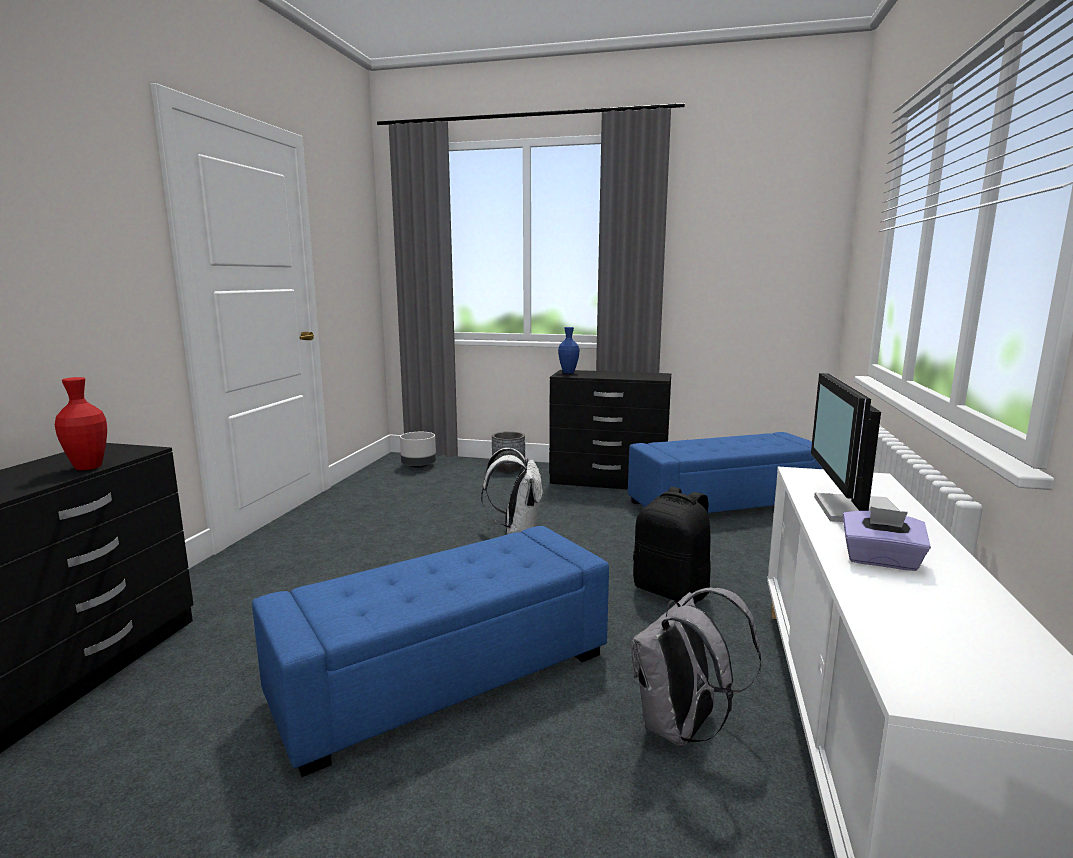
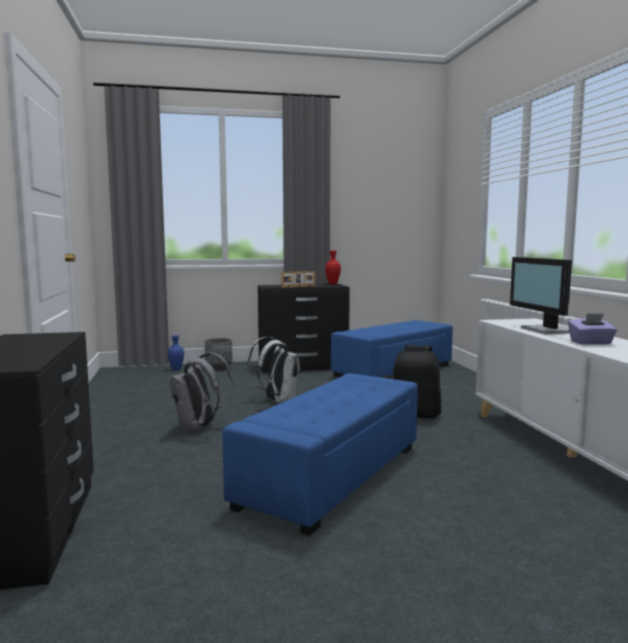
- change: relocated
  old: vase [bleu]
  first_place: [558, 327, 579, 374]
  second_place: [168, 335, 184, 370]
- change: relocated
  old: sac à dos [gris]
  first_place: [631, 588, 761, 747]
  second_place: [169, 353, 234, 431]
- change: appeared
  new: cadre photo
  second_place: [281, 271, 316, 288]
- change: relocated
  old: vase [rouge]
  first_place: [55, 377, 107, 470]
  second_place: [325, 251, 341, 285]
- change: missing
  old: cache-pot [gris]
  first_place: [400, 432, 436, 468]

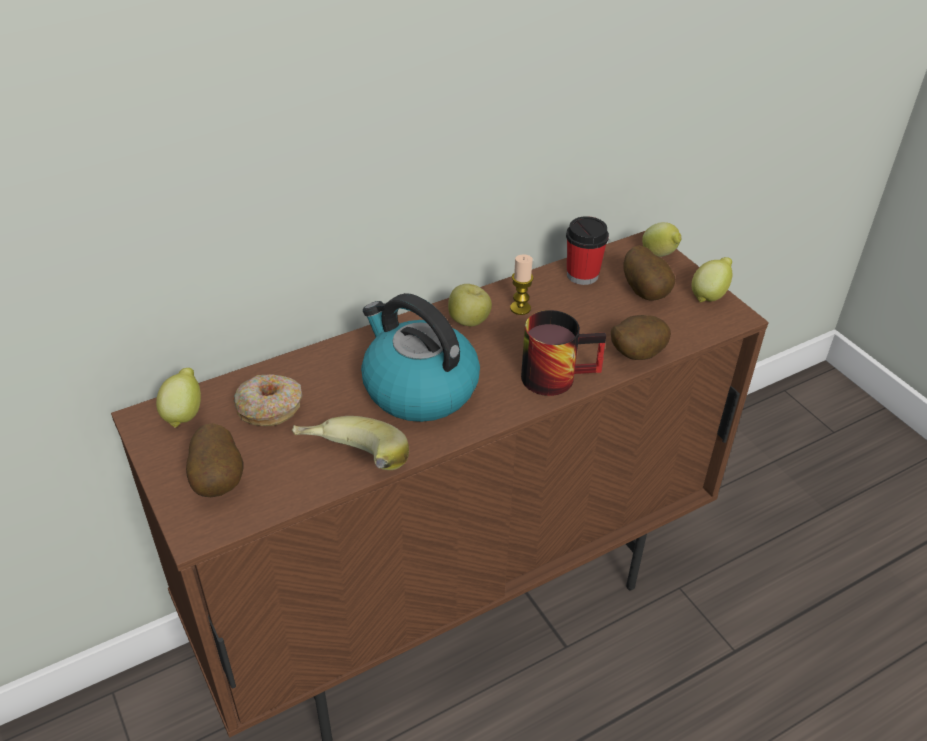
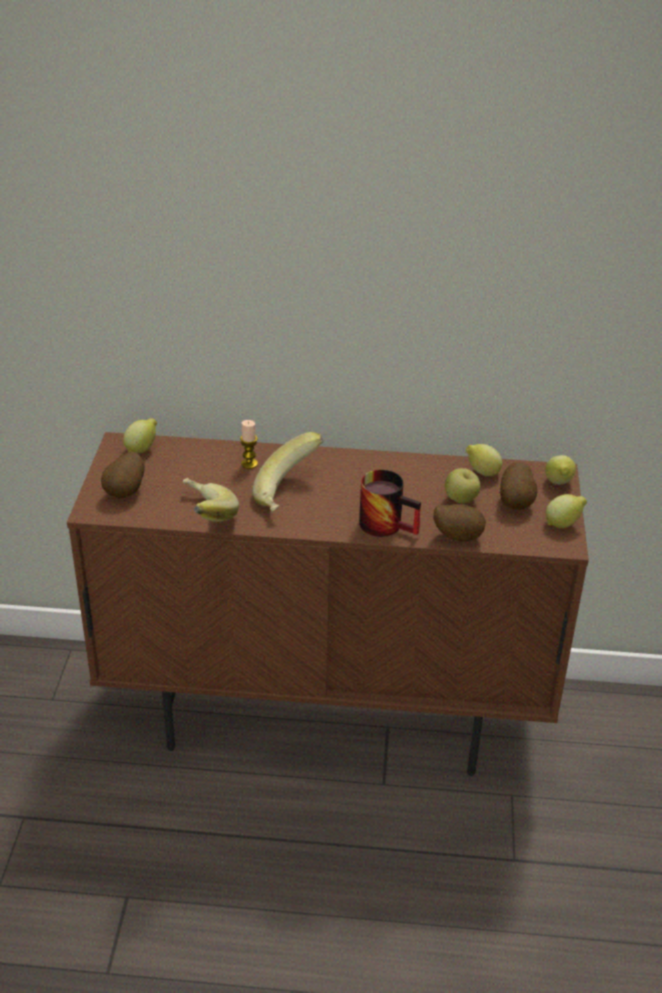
- change: relocated
  old: bougie
  first_place: [510, 255, 534, 315]
  second_place: [240, 420, 258, 469]
- change: exchanged
  old: bouilloire
  new: banane
  first_place: [361, 293, 480, 422]
  second_place: [252, 432, 323, 512]
- change: relocated
  old: pomme
  first_place: [448, 284, 492, 326]
  second_place: [445, 468, 480, 503]
- change: exchanged
  old: tasse
  new: citron
  first_place: [566, 216, 609, 285]
  second_place: [466, 444, 502, 477]
- change: missing
  old: beignet
  first_place: [233, 375, 302, 426]

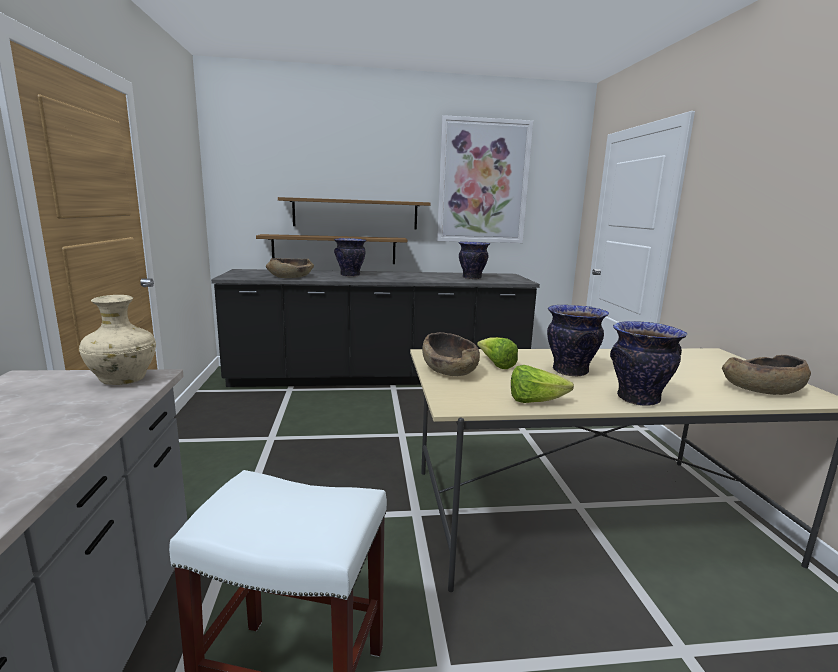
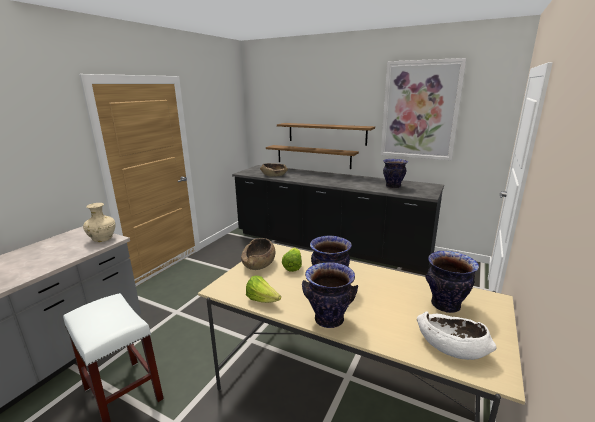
- change: colour
  old: bol [marron]
  new: bol [blanc]
  first_place: [722, 355, 811, 395]
  second_place: [417, 311, 497, 360]
- change: relocated
  old: vase
  first_place: [334, 238, 367, 277]
  second_place: [425, 251, 479, 313]

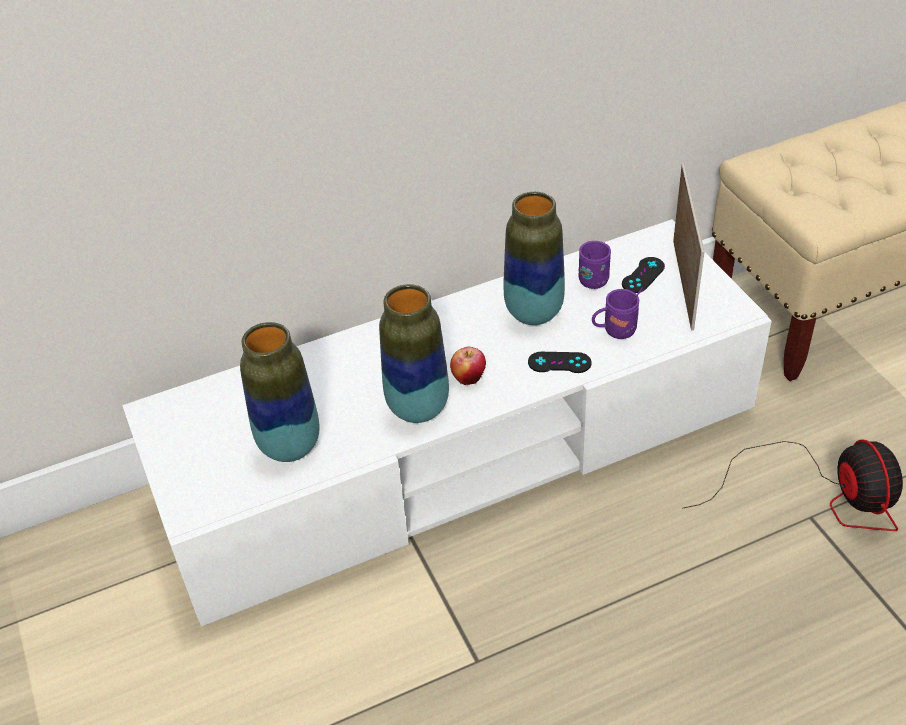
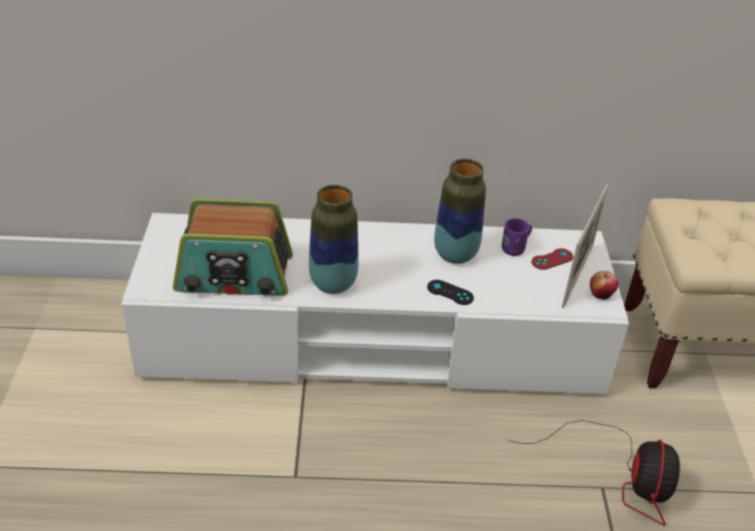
- change: exchanged
  old: vase
  new: radio
  first_place: [240, 322, 320, 462]
  second_place: [173, 199, 293, 296]
- change: colour
  old: manette [noir]
  new: manette [rouge]
  first_place: [622, 257, 665, 293]
  second_place: [531, 248, 573, 270]
- change: relocated
  old: pomme
  first_place: [450, 347, 486, 385]
  second_place: [590, 271, 618, 300]
- change: missing
  old: mug [violet]
  first_place: [592, 288, 643, 339]

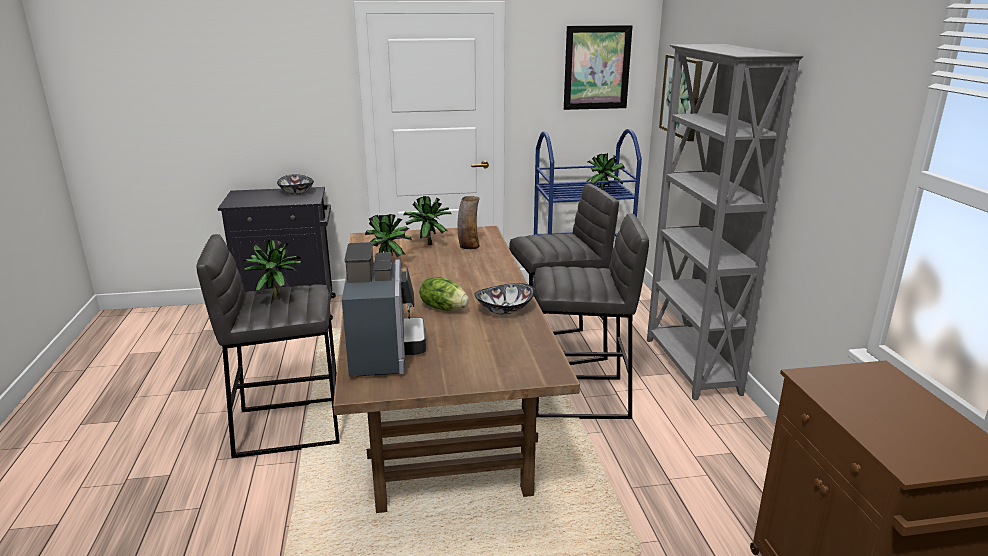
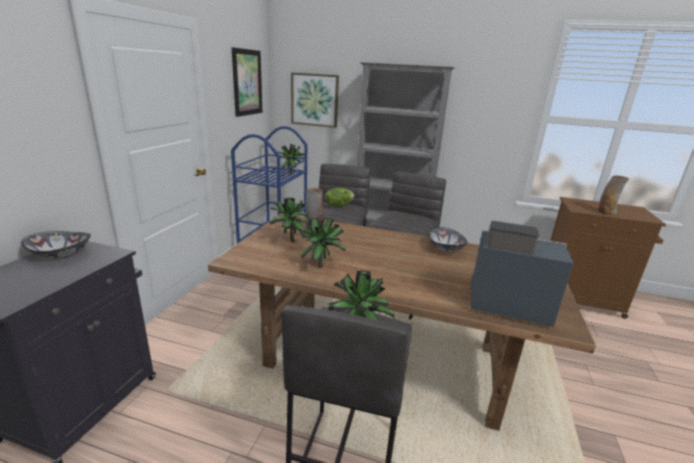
- change: relocated
  old: laitue
  first_place: [419, 277, 469, 311]
  second_place: [325, 188, 354, 207]
- change: appeared
  new: vase
  second_place: [598, 176, 629, 215]

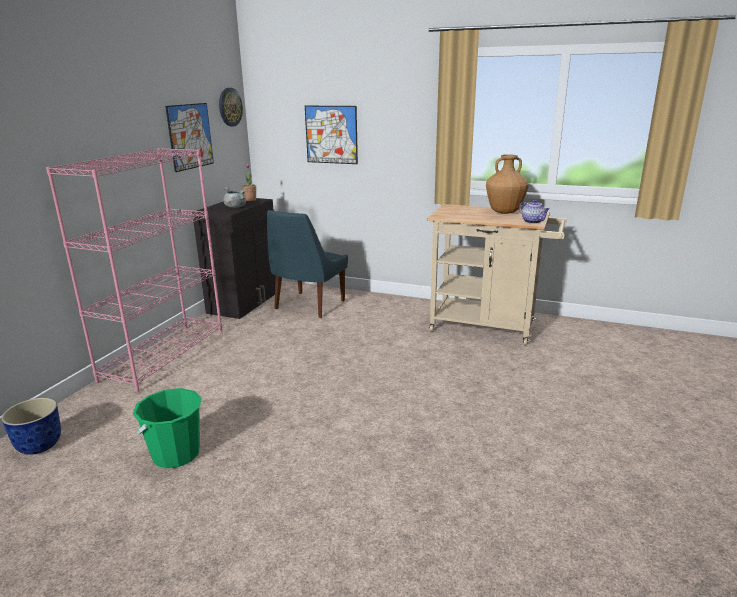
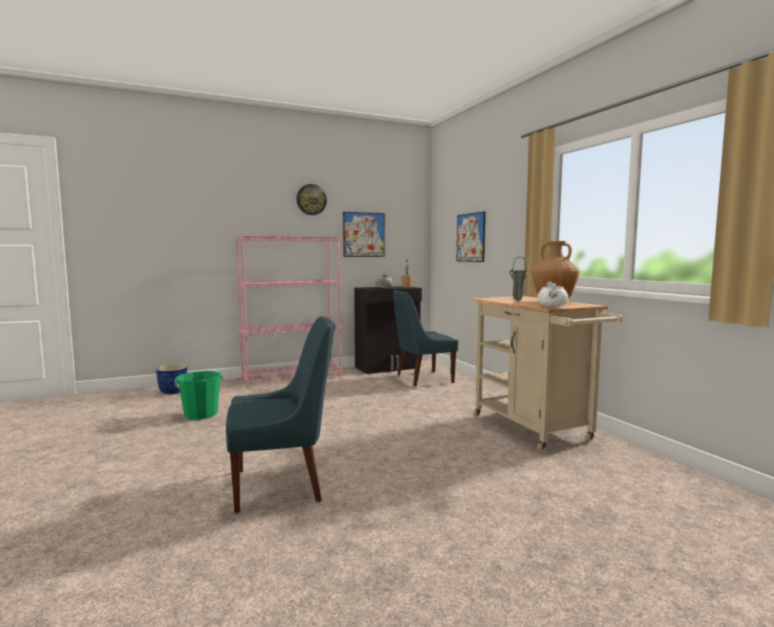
- change: appeared
  new: chaise [bleu]
  second_place: [226, 316, 335, 513]
- change: relocated
  old: horloge murale
  first_place: [219, 88, 243, 126]
  second_place: [296, 184, 327, 215]
- change: appeared
  new: vase [vert]
  second_place: [509, 257, 527, 301]
- change: exchanged
  old: théière
  new: marmite [blanc]
  first_place: [519, 200, 549, 224]
  second_place: [537, 281, 568, 307]

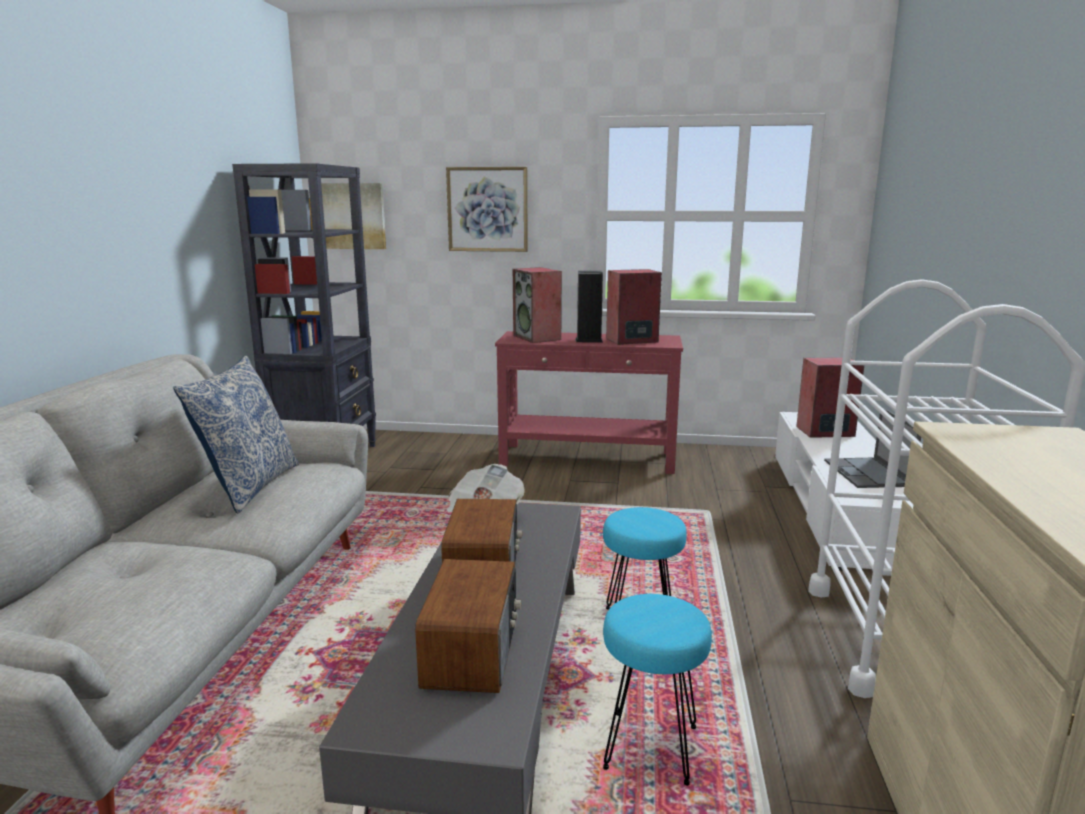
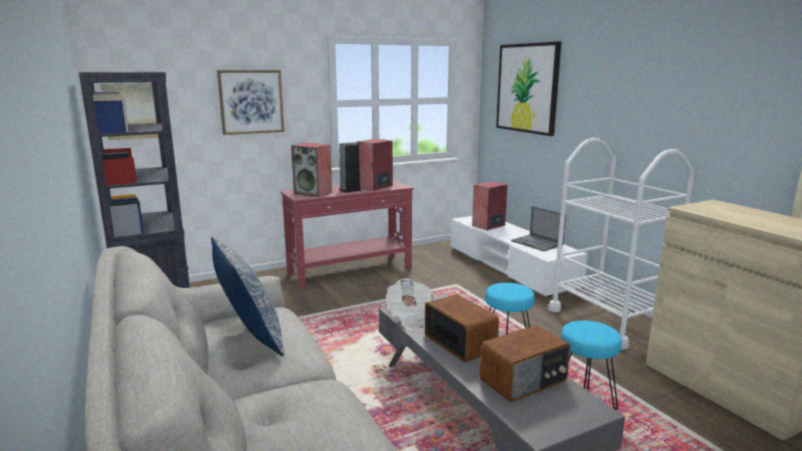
- change: spun
  old: radio
  first_place: [415, 559, 521, 693]
  second_place: [480, 325, 570, 402]
  degrees: 90
- change: appeared
  new: tableau
  second_place: [496, 42, 561, 136]

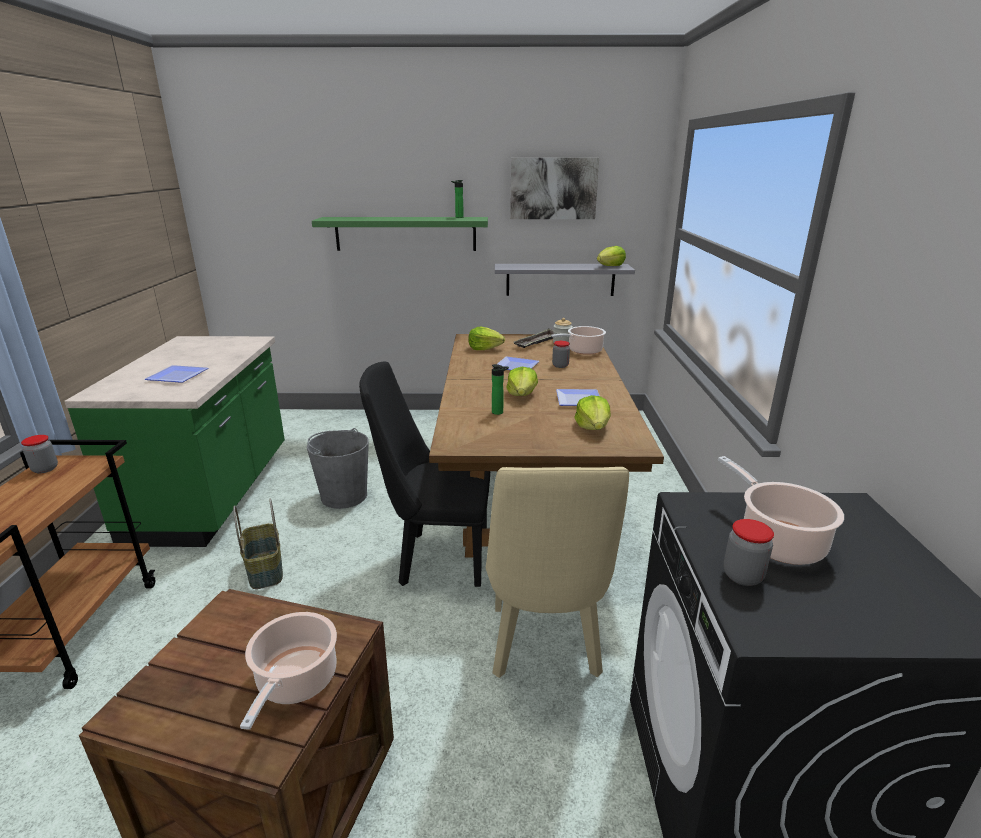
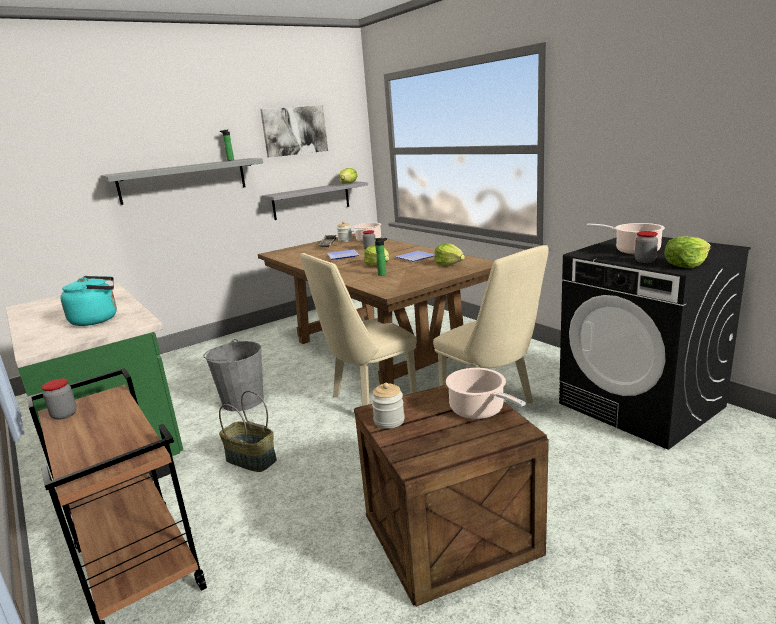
- change: exchanged
  old: assiette
  new: bouilloire [turquoise]
  first_place: [145, 365, 208, 383]
  second_place: [60, 276, 117, 326]
- change: colour
  old: étagère [vert]
  new: étagère [gris]
  first_place: [312, 217, 488, 251]
  second_place: [101, 158, 263, 205]
- change: colour
  old: chaise [noir]
  new: chaise [beige]
  first_place: [359, 362, 490, 587]
  second_place: [300, 253, 417, 406]
- change: appeared
  new: bocal
  second_place: [371, 383, 405, 429]
- change: relocated
  old: laitue
  first_place: [468, 327, 505, 350]
  second_place: [664, 237, 711, 268]

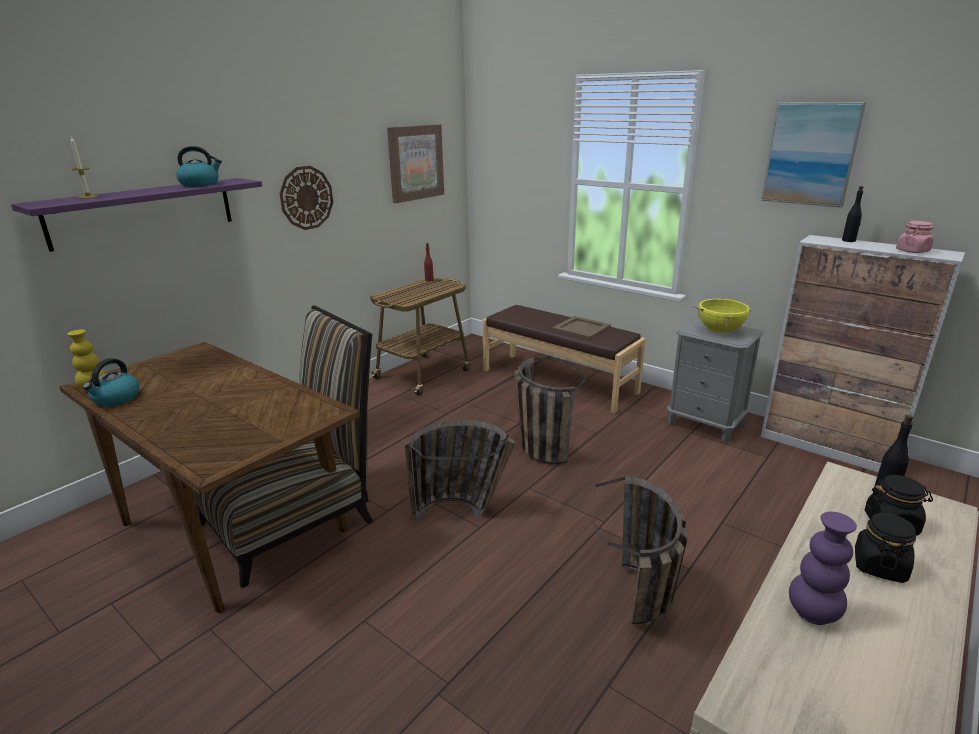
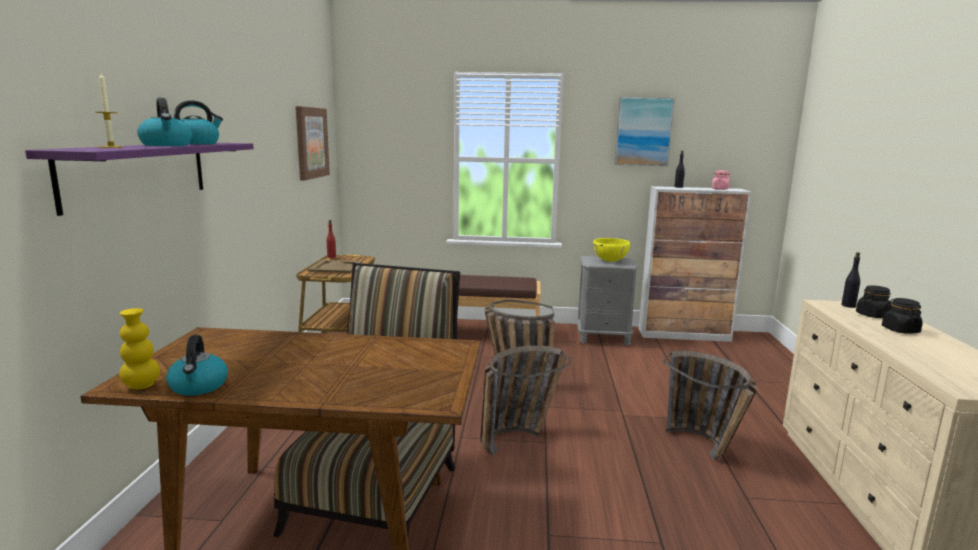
- change: appeared
  new: bouilloire
  second_place: [137, 98, 192, 146]
- change: relocated
  old: plateau [beige]
  first_place: [552, 316, 611, 339]
  second_place: [308, 260, 362, 273]
- change: missing
  old: horloge murale
  first_place: [280, 166, 333, 230]
- change: missing
  old: vase [violet]
  first_place: [789, 512, 857, 625]

